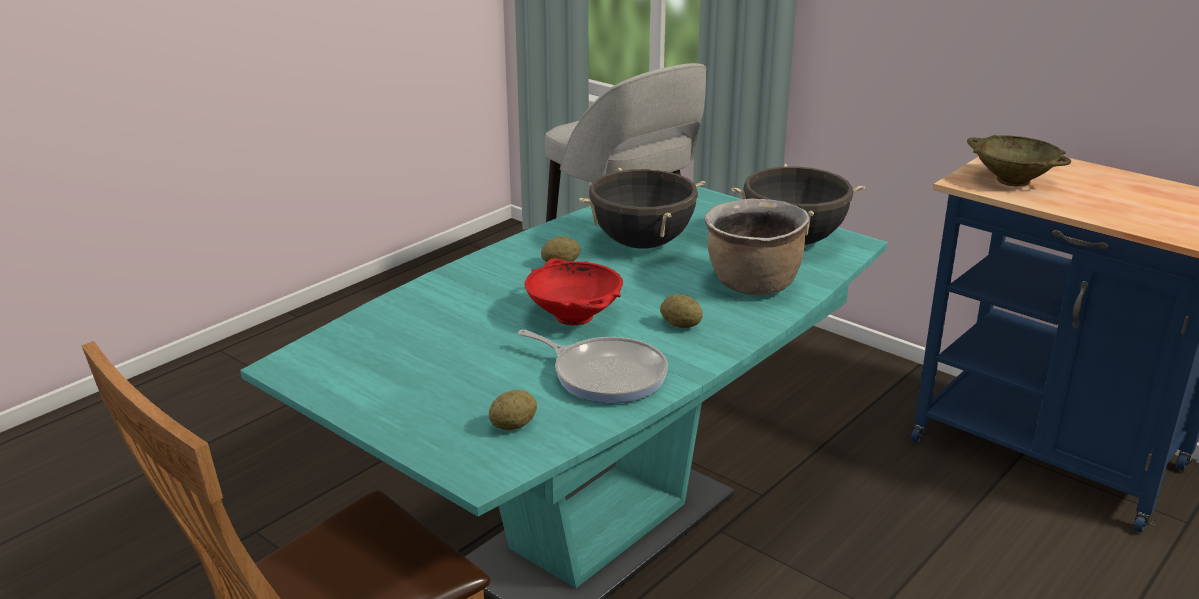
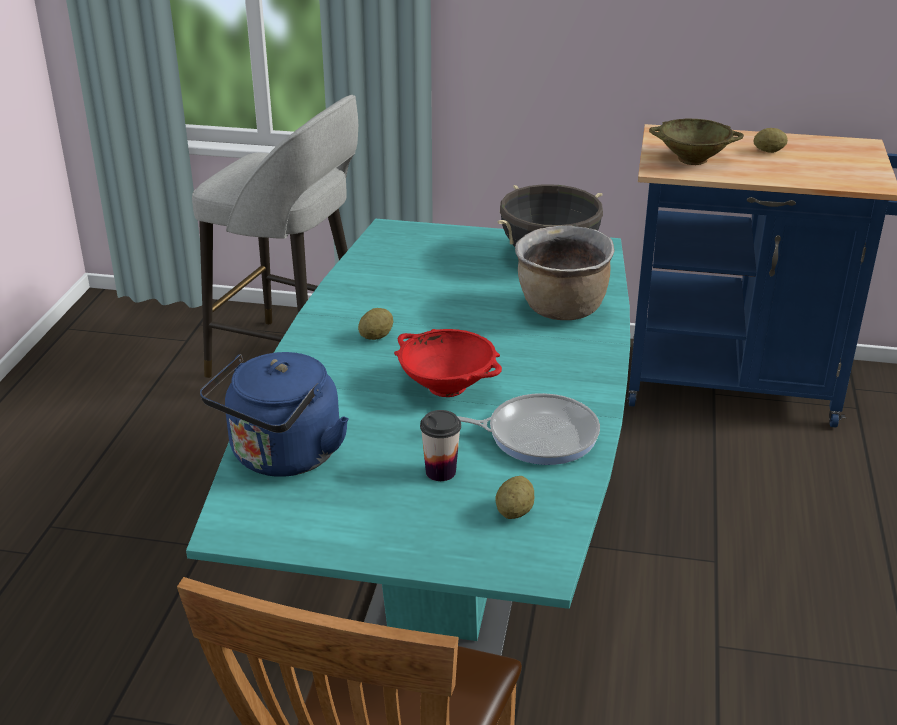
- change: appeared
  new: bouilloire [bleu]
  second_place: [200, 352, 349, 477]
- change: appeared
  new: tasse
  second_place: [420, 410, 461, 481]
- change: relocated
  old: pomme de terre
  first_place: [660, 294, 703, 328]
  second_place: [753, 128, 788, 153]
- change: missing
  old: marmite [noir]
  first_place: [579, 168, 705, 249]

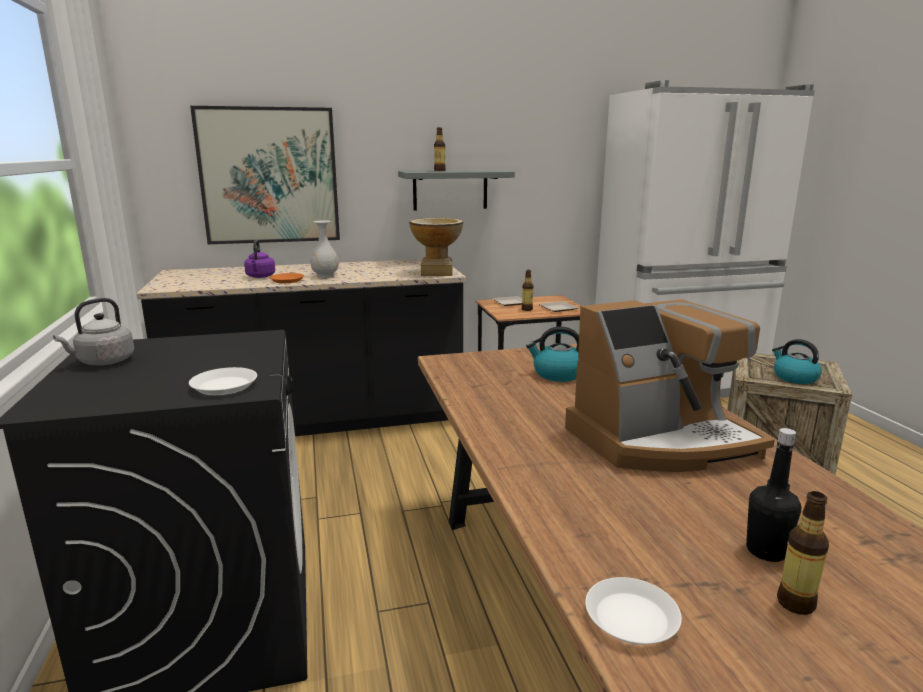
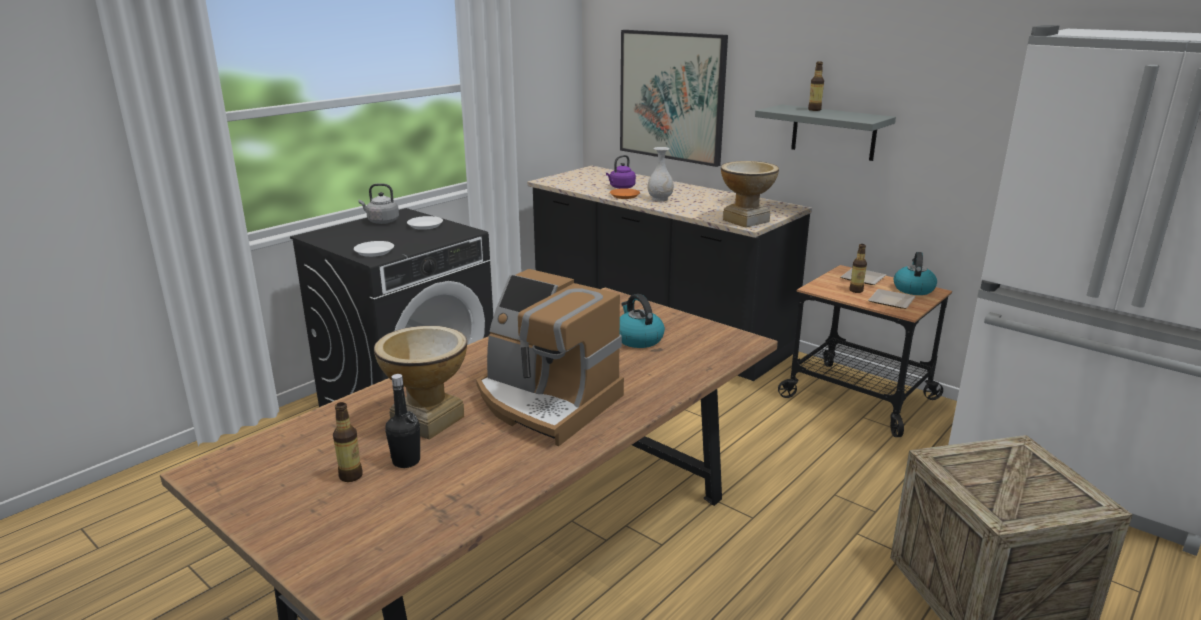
- change: appeared
  new: vase
  second_place: [374, 326, 467, 440]
- change: relocated
  old: assiette [blanc]
  first_place: [585, 577, 682, 645]
  second_place: [407, 216, 443, 230]
- change: relocated
  old: bouilloire
  first_place: [772, 339, 822, 384]
  second_place: [894, 252, 937, 295]

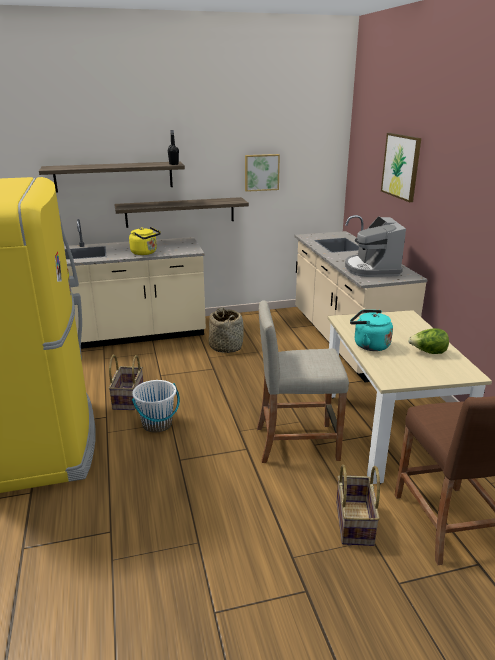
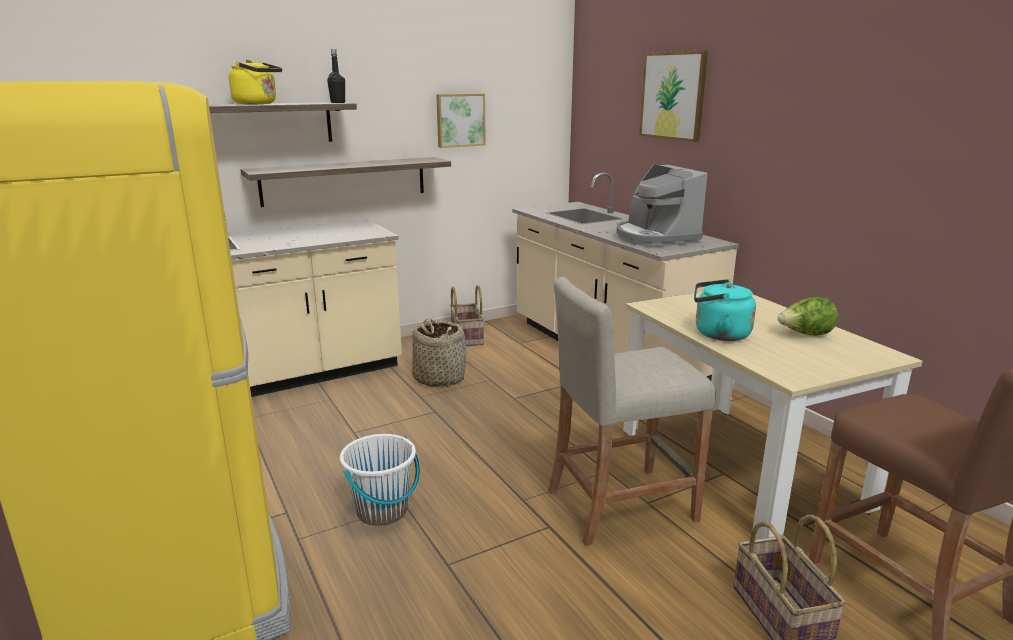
- change: relocated
  old: bouilloire [jaune]
  first_place: [129, 227, 161, 255]
  second_place: [229, 59, 282, 104]
- change: relocated
  old: panier
  first_place: [109, 355, 143, 410]
  second_place: [450, 285, 484, 346]

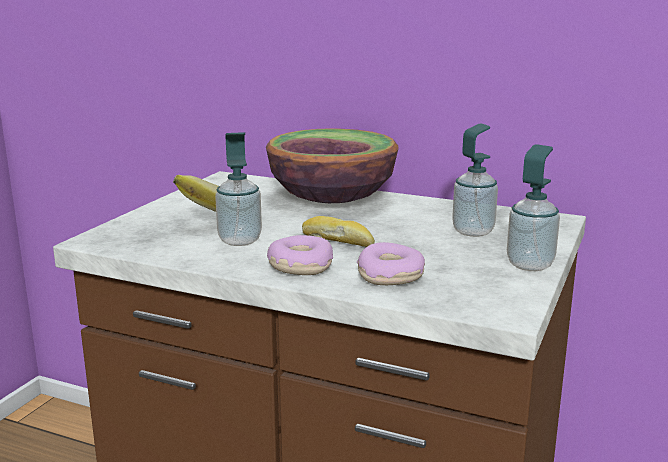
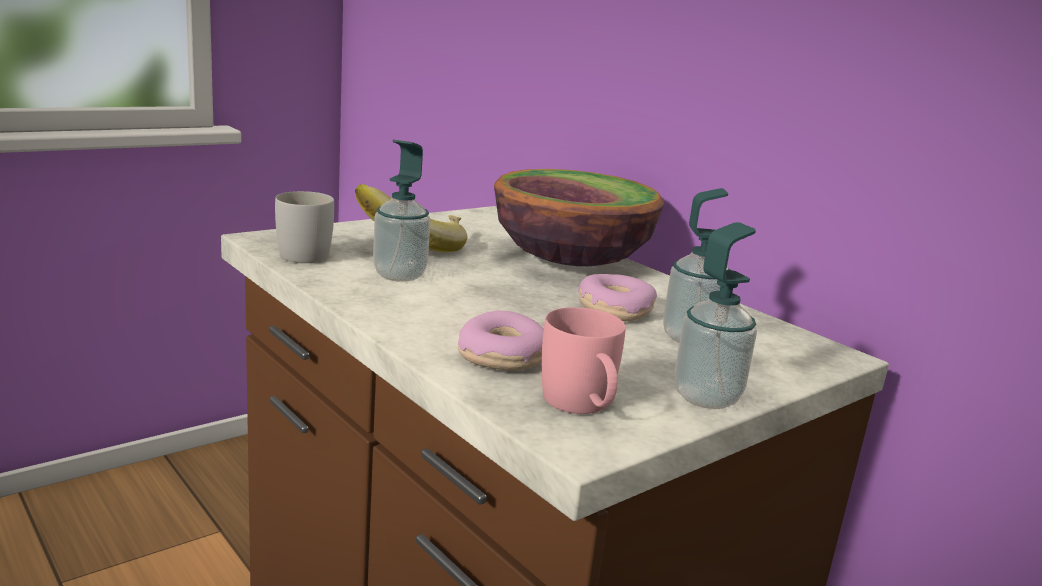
- change: appeared
  new: mug [blanc]
  second_place: [275, 191, 334, 263]
- change: appeared
  new: mug [rose]
  second_place: [542, 307, 626, 414]
- change: relocated
  old: beignet
  first_place: [267, 235, 333, 275]
  second_place: [578, 274, 657, 321]
- change: missing
  old: pain
  first_place: [302, 216, 375, 247]

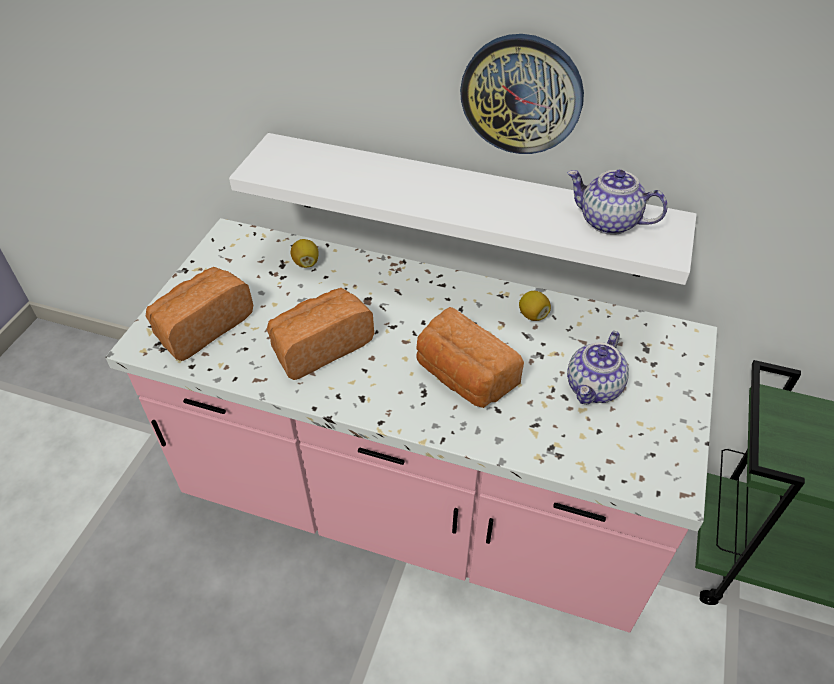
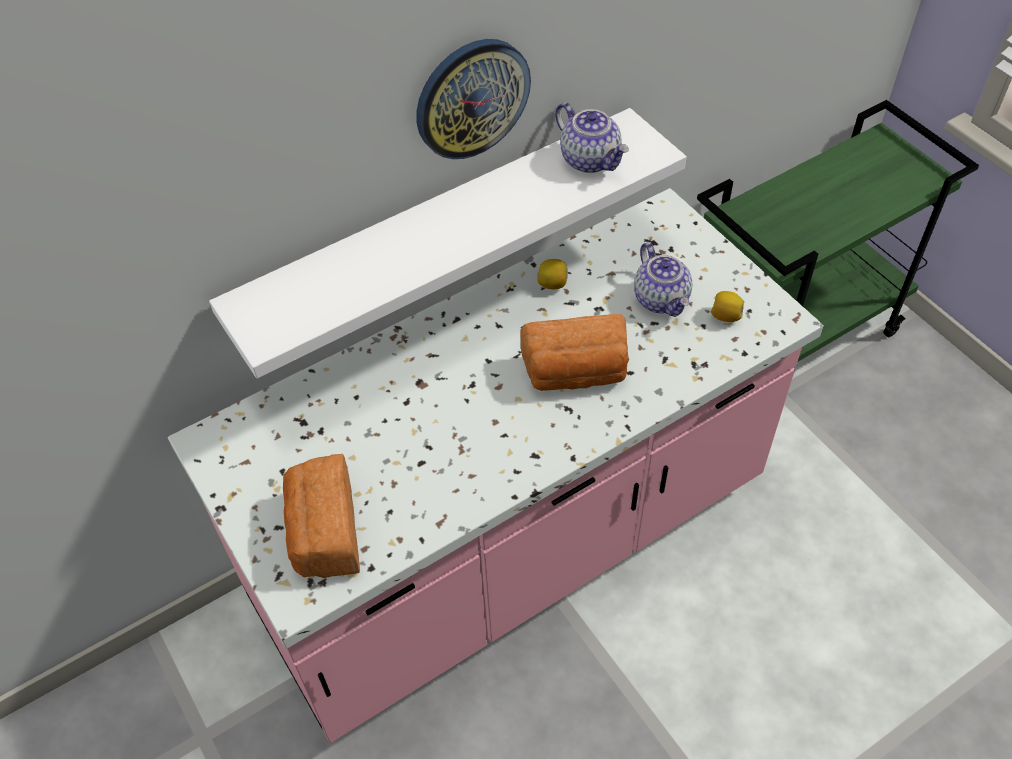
- change: spun
  old: théière
  first_place: [567, 169, 668, 235]
  second_place: [555, 102, 629, 173]
  degrees: -105
- change: relocated
  old: citron
  first_place: [291, 239, 319, 268]
  second_place: [711, 291, 744, 322]
- change: missing
  old: pain
  first_place: [267, 288, 374, 380]

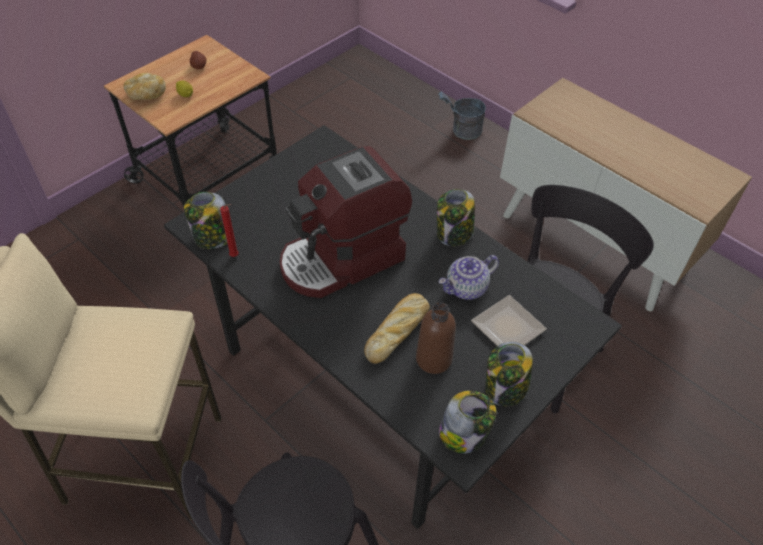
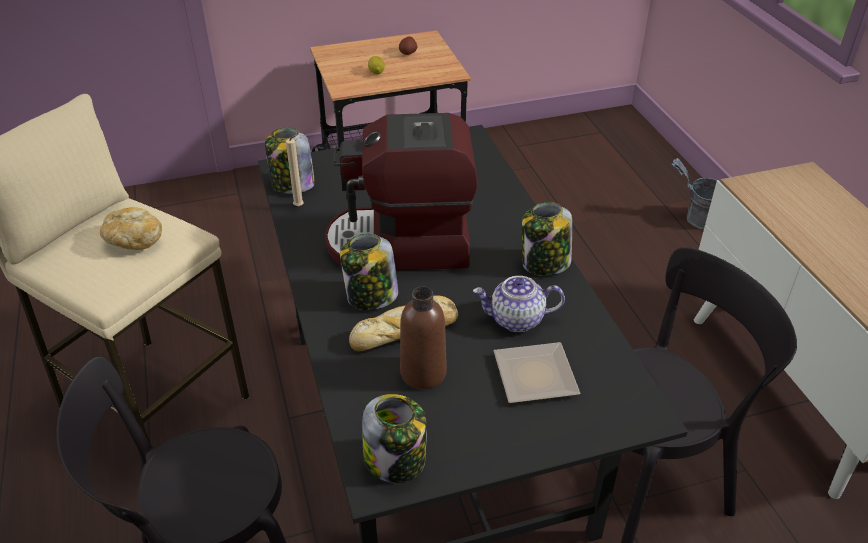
- change: relocated
  old: pain
  first_place: [124, 73, 166, 100]
  second_place: [100, 207, 162, 250]
- change: colour
  old: bougie [rouge]
  new: bougie [beige]
  first_place: [220, 204, 239, 257]
  second_place: [286, 136, 304, 207]
- change: relocated
  old: bocal
  first_place: [485, 342, 533, 406]
  second_place: [340, 234, 398, 310]

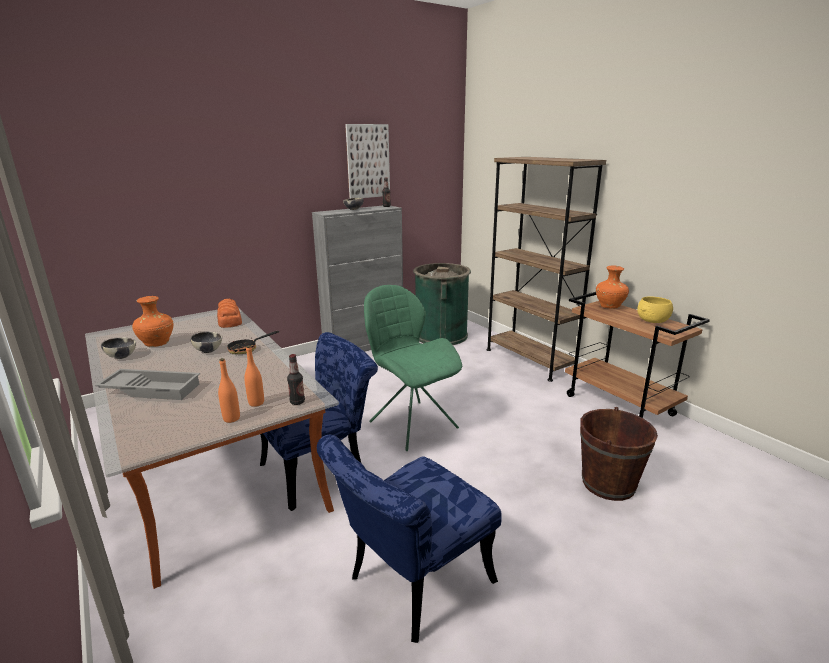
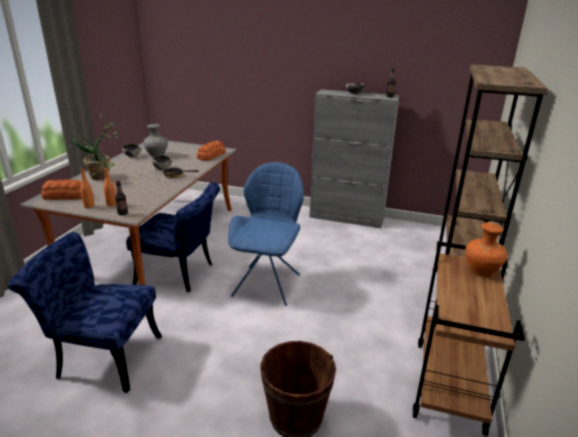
- change: appeared
  new: pain
  second_place: [41, 180, 82, 200]
- change: exchanged
  old: plateau [gris]
  new: plante en pot
  first_place: [95, 369, 200, 400]
  second_place: [69, 114, 119, 180]
- change: colour
  old: vase [orange]
  new: vase [gris]
  first_place: [132, 296, 173, 347]
  second_place: [144, 124, 168, 157]
- change: colour
  old: chaise [vert]
  new: chaise [bleu]
  first_place: [364, 285, 462, 451]
  second_place: [228, 162, 304, 306]
- change: missing
  old: tableau
  first_place: [345, 124, 390, 199]
- change: missing
  old: poubelle [vert]
  first_place: [413, 263, 471, 345]
- change: missing
  old: bol [jaune]
  first_place: [637, 296, 673, 323]

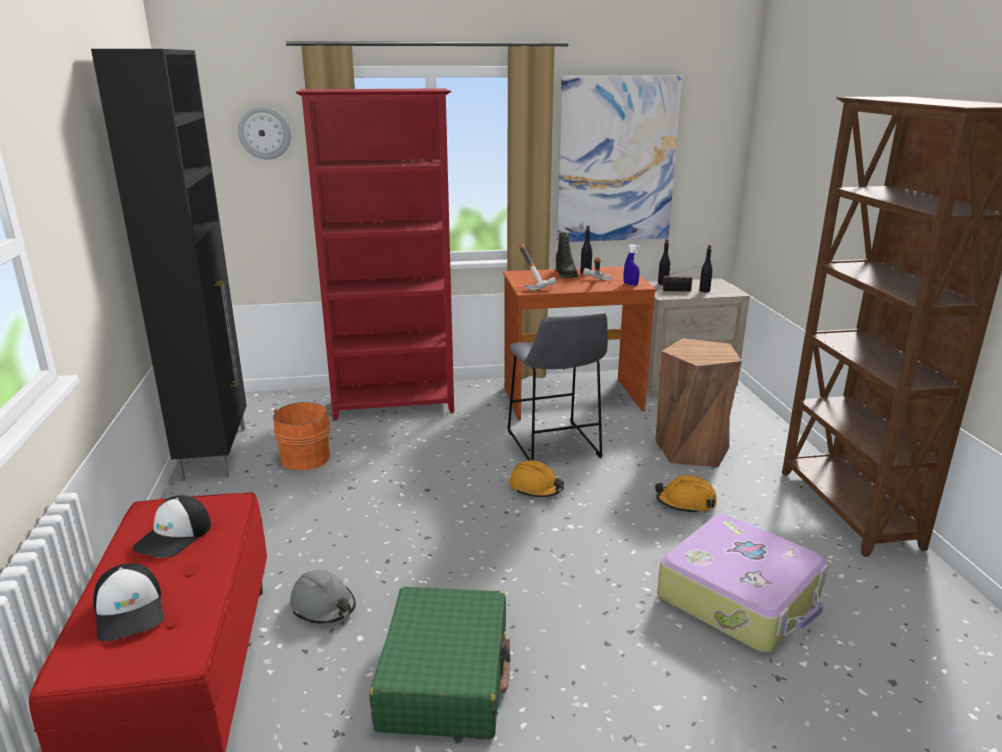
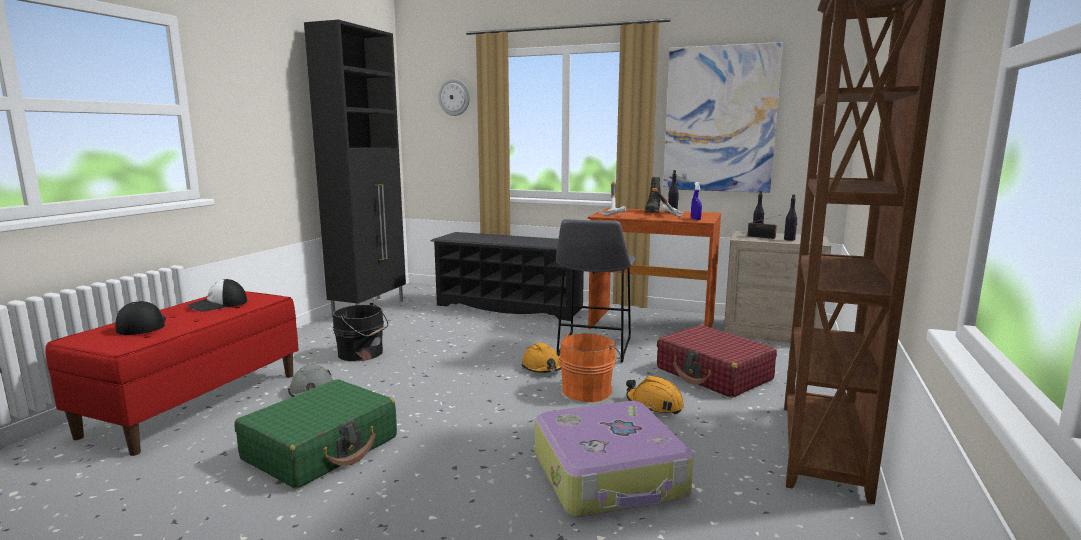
- change: spun
  old: casquette
  first_place: [93, 563, 163, 641]
  second_place: [115, 301, 166, 335]
  degrees: 150
- change: appeared
  new: seau [noir]
  second_place: [333, 303, 388, 361]
- change: exchanged
  old: bibliothèque [rouge]
  new: étagère à chaussures [noir]
  first_place: [296, 88, 454, 421]
  second_place: [430, 232, 584, 321]
- change: relocated
  old: seau [orange]
  first_place: [273, 402, 334, 470]
  second_place: [559, 333, 621, 402]
- change: exchanged
  old: tabouret [marron]
  new: valise [rouge]
  first_place: [655, 338, 742, 467]
  second_place: [657, 325, 777, 398]

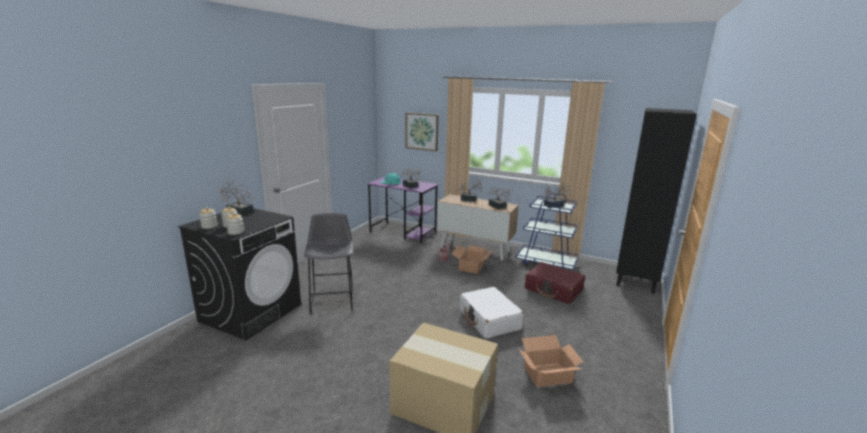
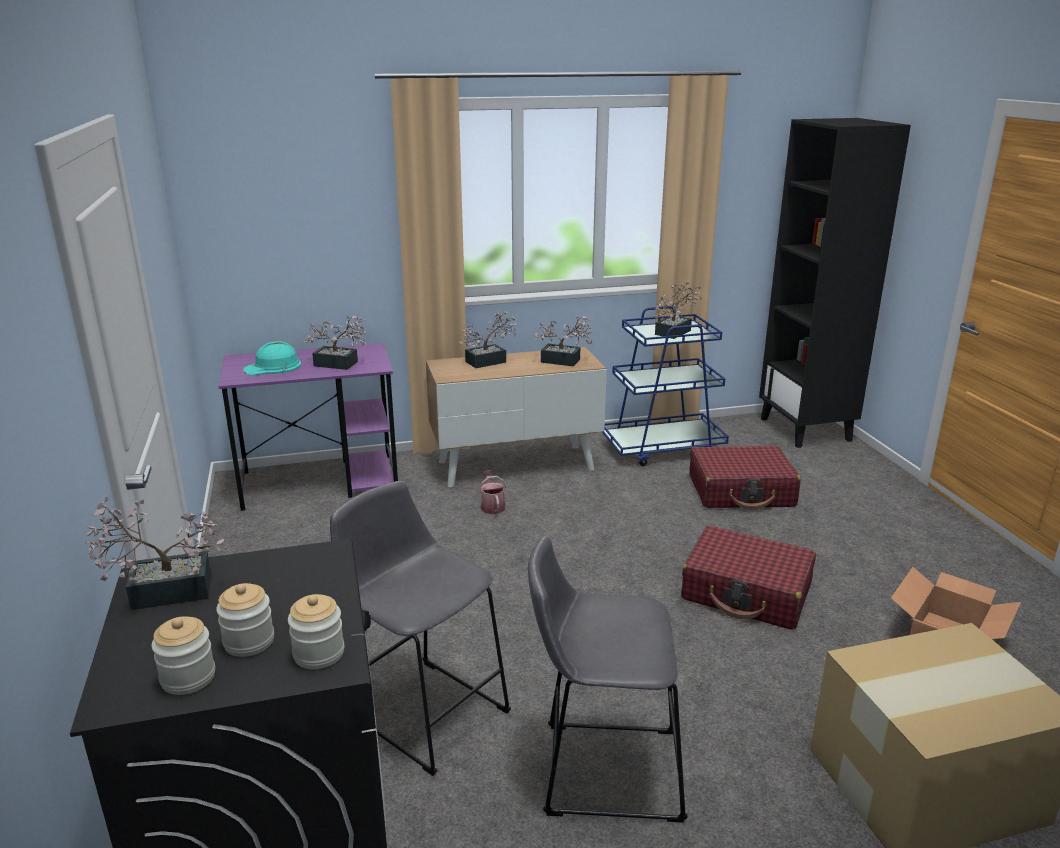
- change: appeared
  new: tabouret [gris]
  second_place: [528, 536, 688, 822]
- change: colour
  old: valise [blanc]
  new: valise [rouge]
  first_place: [460, 287, 524, 338]
  second_place: [681, 525, 816, 630]
- change: missing
  old: tableau
  first_place: [406, 112, 439, 151]
- change: missing
  old: carton
  first_place: [451, 245, 493, 274]

